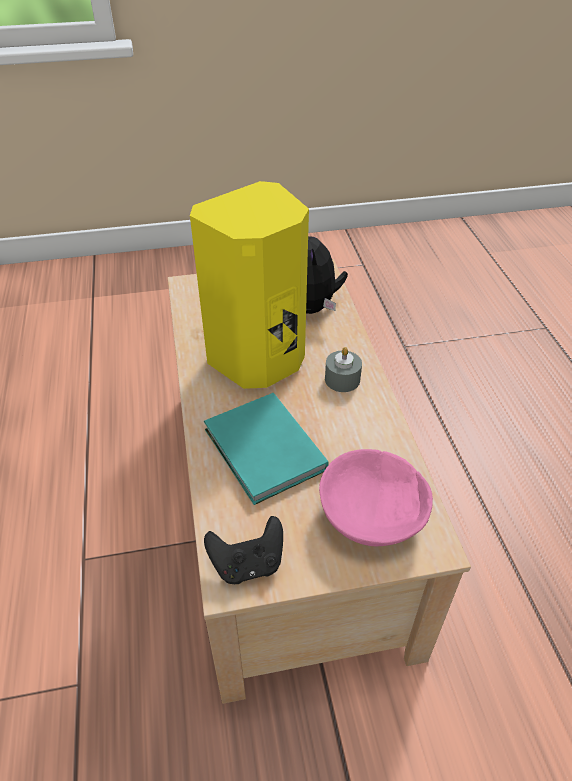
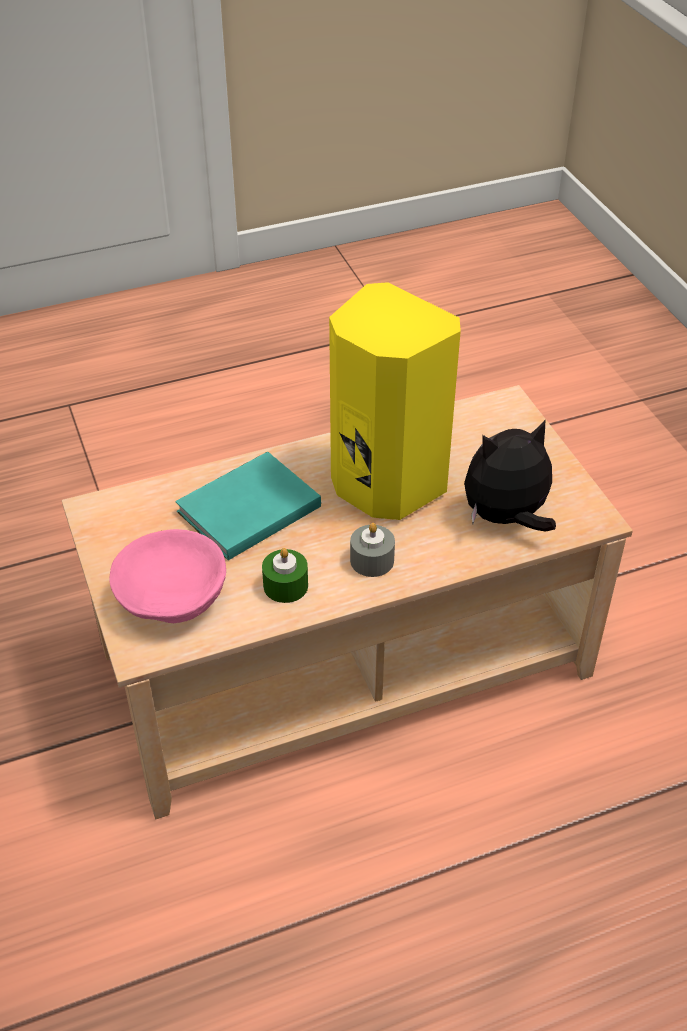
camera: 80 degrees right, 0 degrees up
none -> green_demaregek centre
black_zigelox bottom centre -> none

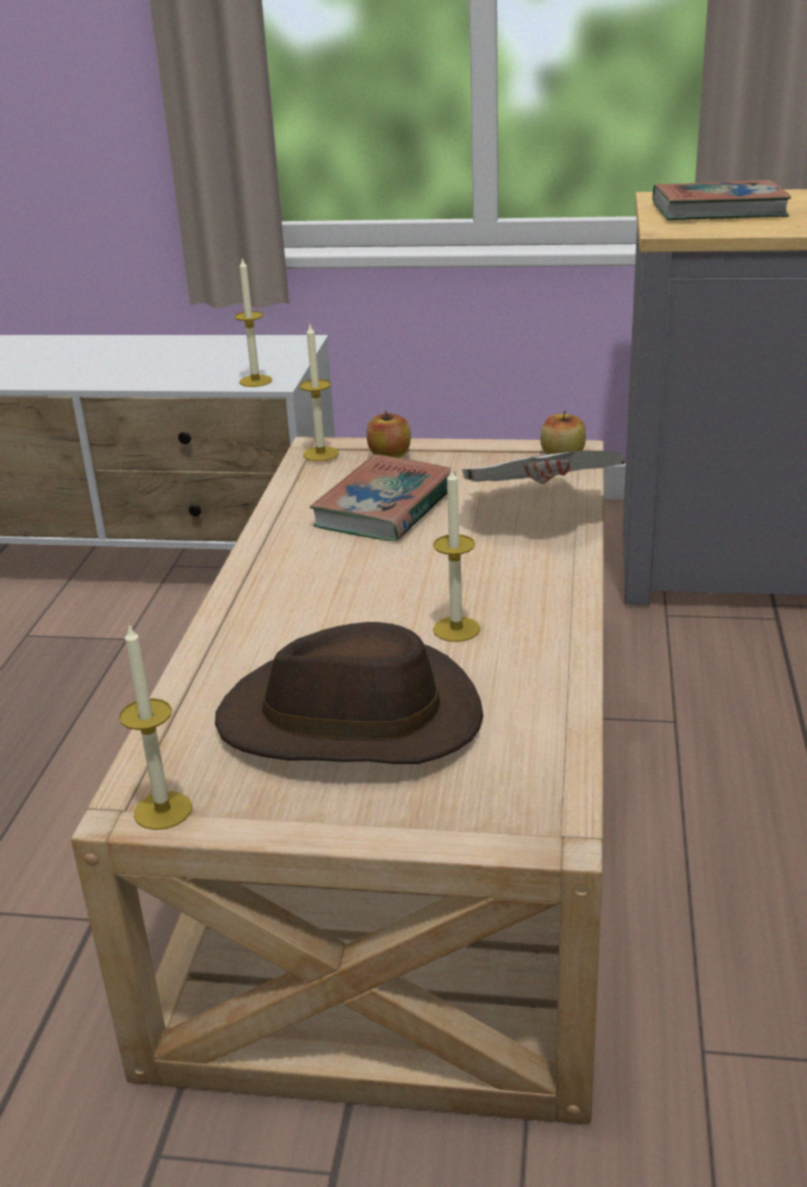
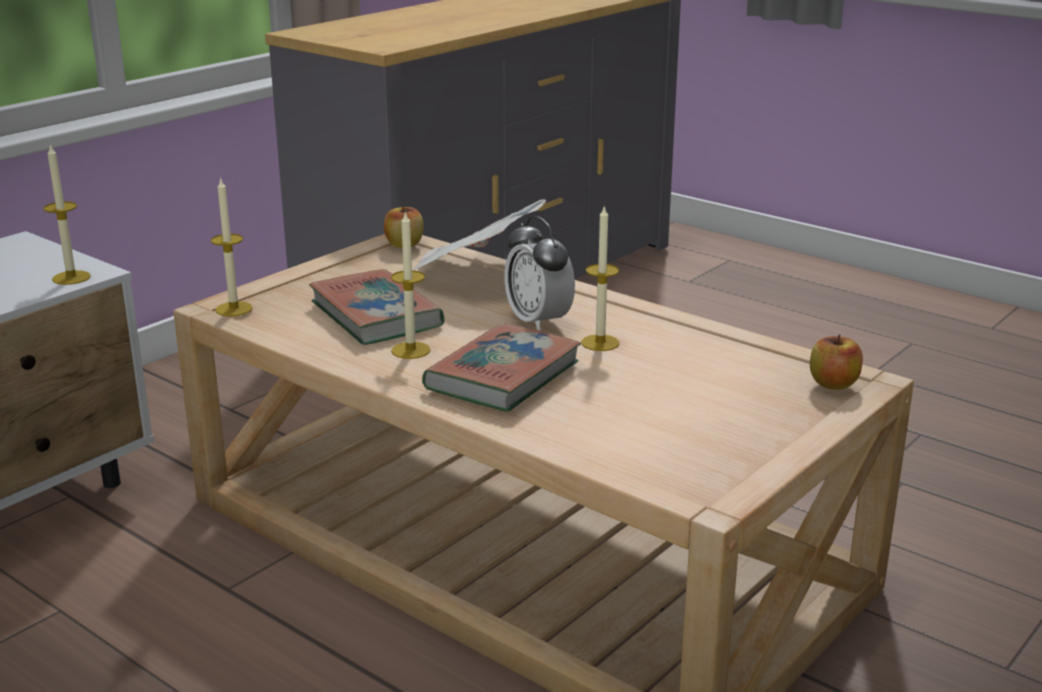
camera: 60 degrees left, 5 degrees down
demaregek (no. 1 from left in the first image) middle left -> demaregek (no. 3 from left) centre, shifted
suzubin (no. 2 from left) top right -> suzubin (no. 2 from left) centre, shifted
none -> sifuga centre
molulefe (no. 1 from left in the first image) centre -> molulefe (no. 2 from left) middle right, shifted
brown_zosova centre -> none

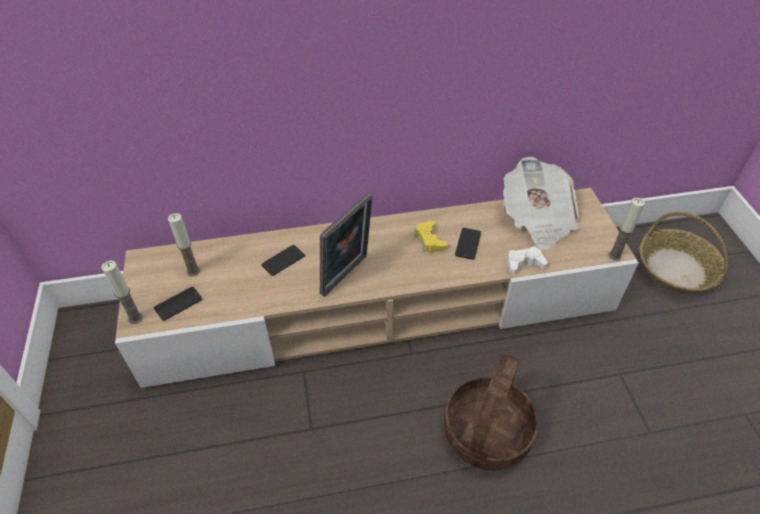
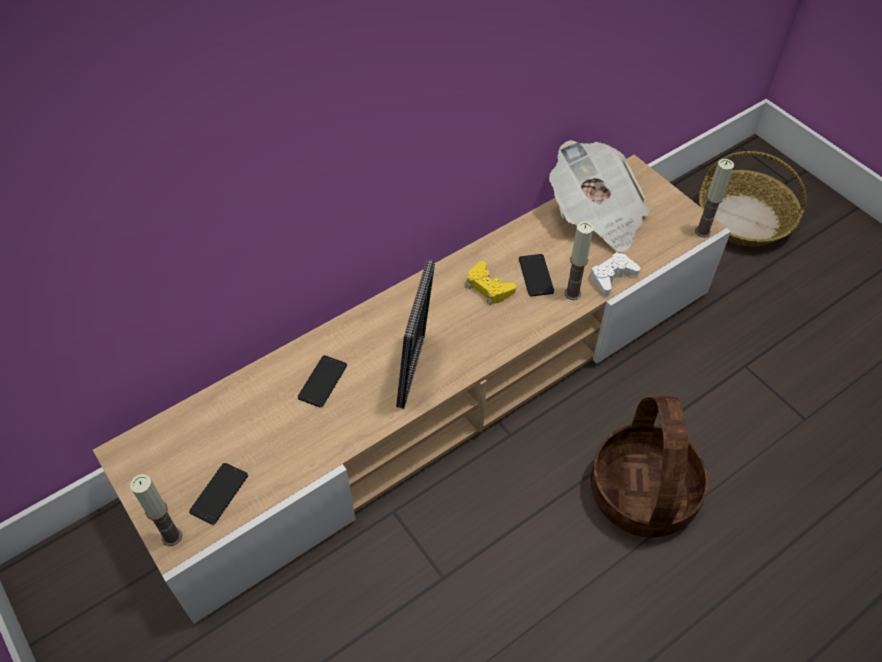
camera: 25 degrees left, 5 degrees up
demaregek (no. 2 from left) middle left -> demaregek (no. 2 from left) centre, shifted

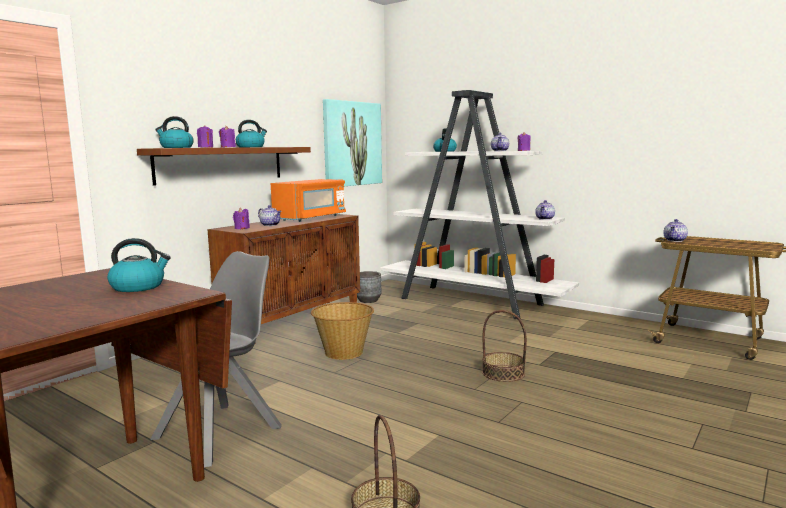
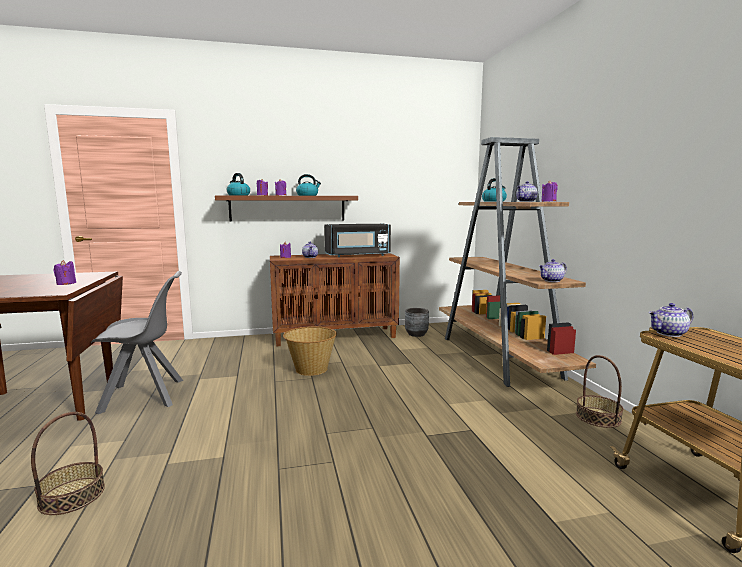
camera: 40 degrees right, 0 degrees up
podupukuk (no. 1 from left) middle left -> purple_demaregek (no. 1 from left) middle left
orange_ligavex centre -> black_ligavex centre
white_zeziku centre -> brown_zeziku middle right
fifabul (no. 3 from left) bottom centre -> fifabul (no. 3 from left) bottom right, shifted
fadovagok top centre -> none

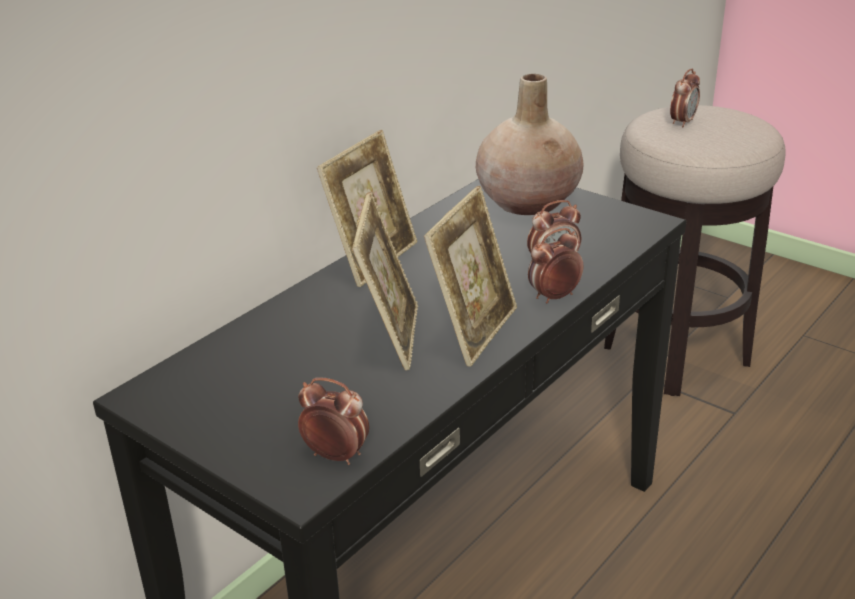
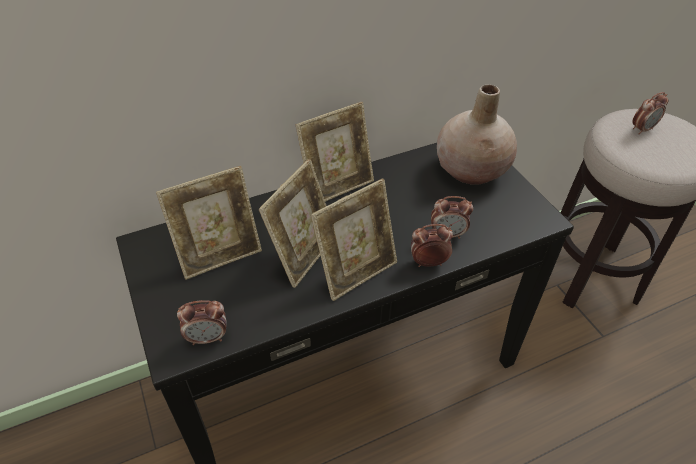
camera: 25 degrees right, 15 degrees up
none -> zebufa (no. 1 from left) middle left
sifuga (no. 1 from left) bottom centre -> sifuga (no. 1 from left) bottom left, 120 degrees clockwise

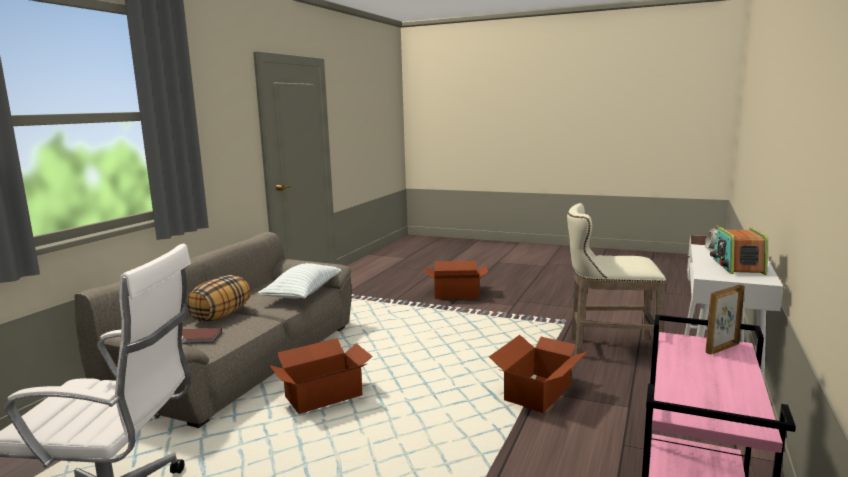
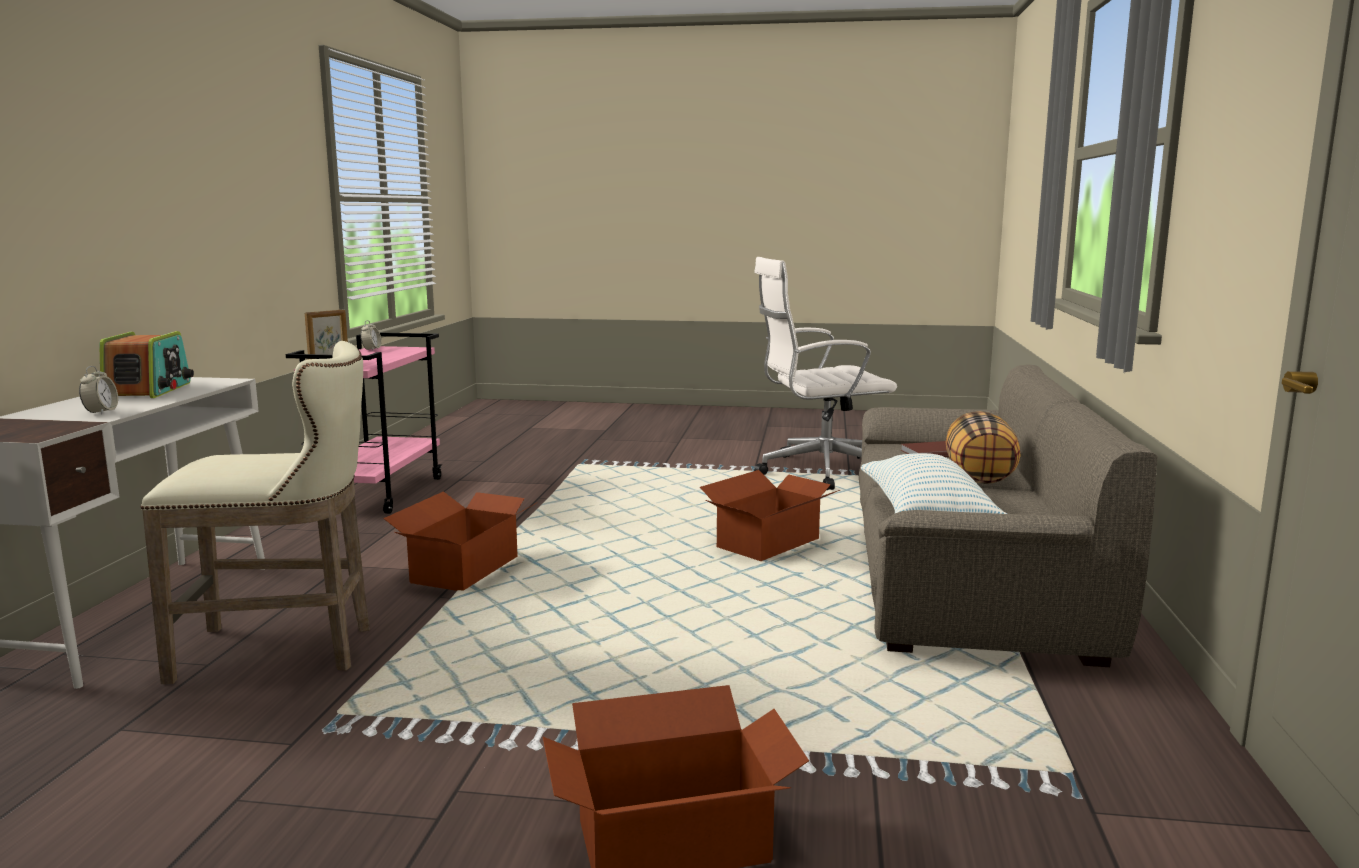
camera: 165 degrees right, 0 degrees up
none -> sifuga (no. 2 from left) middle left

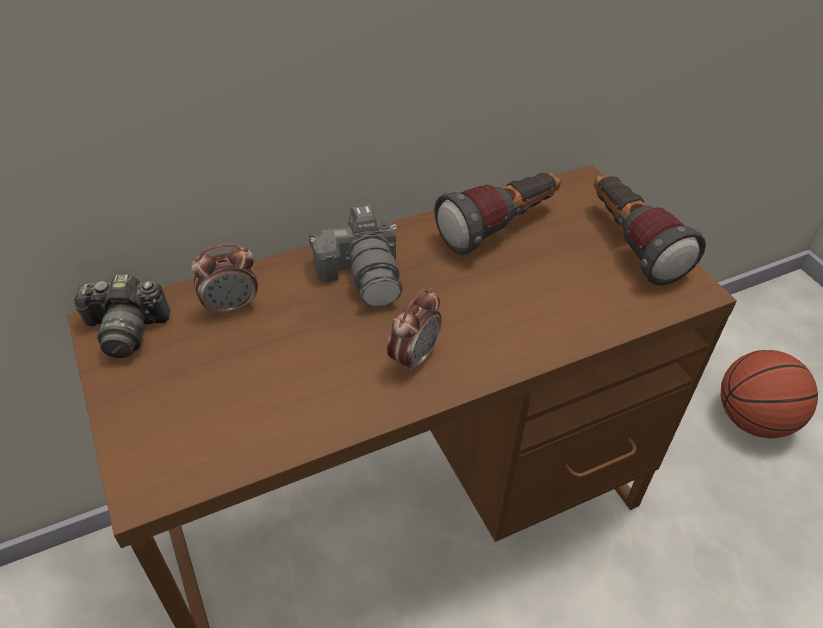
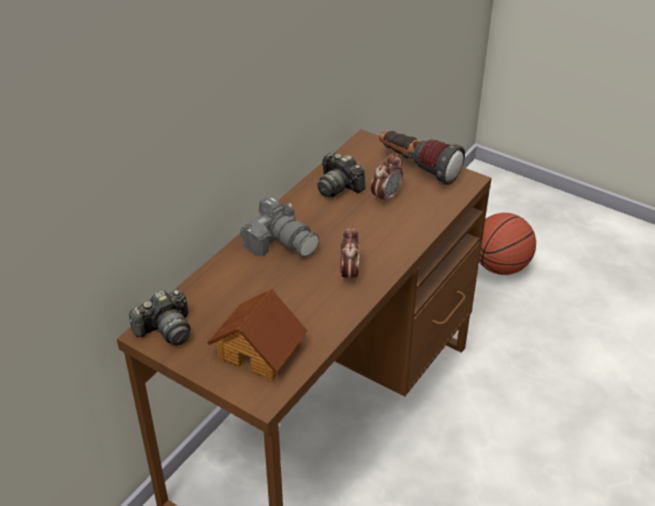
camera: 30 degrees left, 5 degrees down
none -> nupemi centre
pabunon (no. 1 from left) centre -> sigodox (no. 3 from left) centre
sifuga (no. 1 from left in the first image) middle left -> sifuga (no. 2 from left) centre, shifted

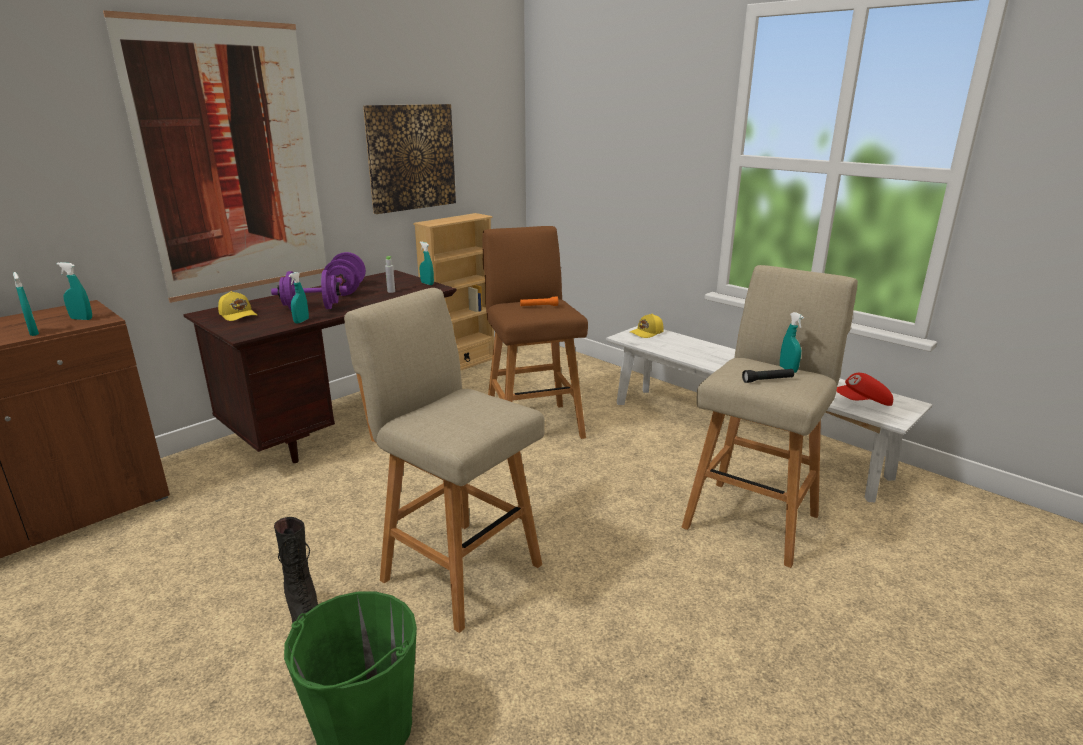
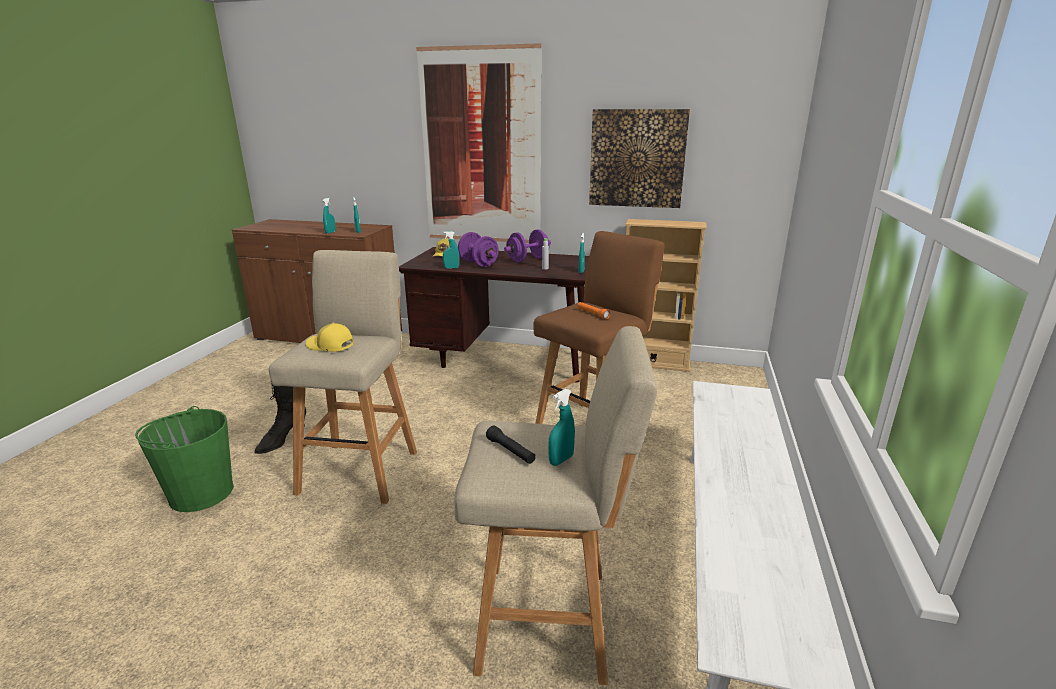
camera: 60 degrees right, 0 degrees up
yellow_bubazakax (no. 2 from left in the first image) centre -> yellow_bubazakax (no. 1 from left) middle left, shifted
red_bubazakax middle right -> none

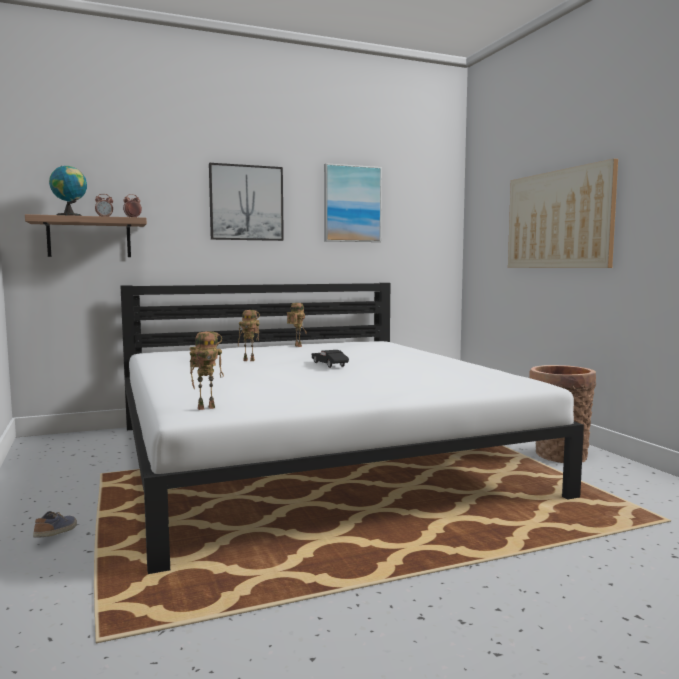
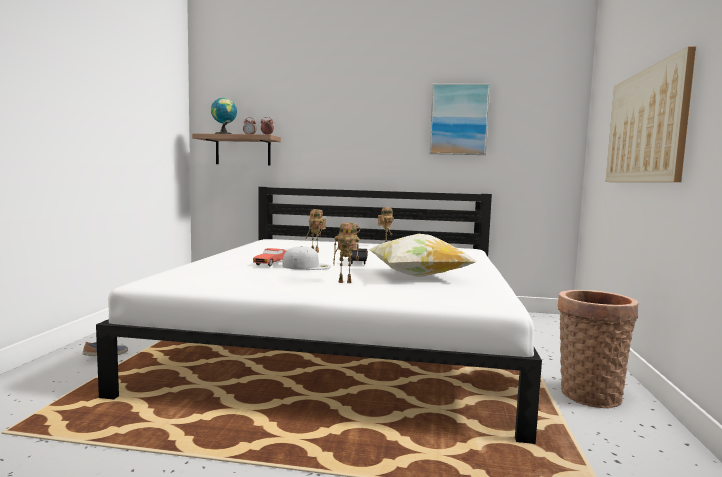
camera: 30 degrees right, 0 degrees up
none -> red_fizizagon centre
none -> white_bubazakax centre
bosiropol (no. 1 from left in the first image) middle left -> bosiropol (no. 2 from left) centre, shifted
none -> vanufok centre
fadovagok (no. 1 from left) top centre -> none

